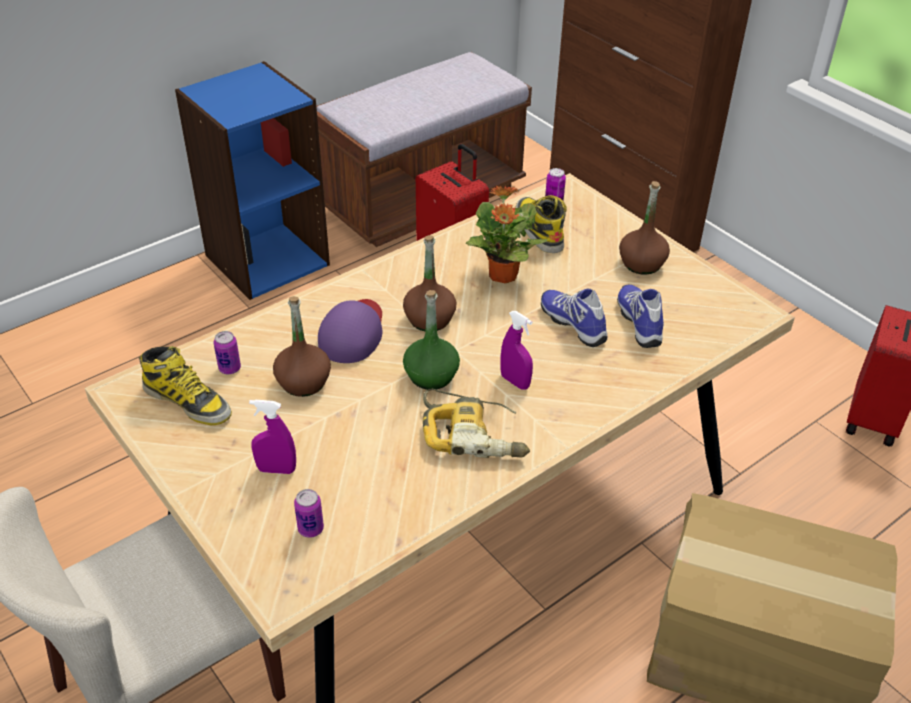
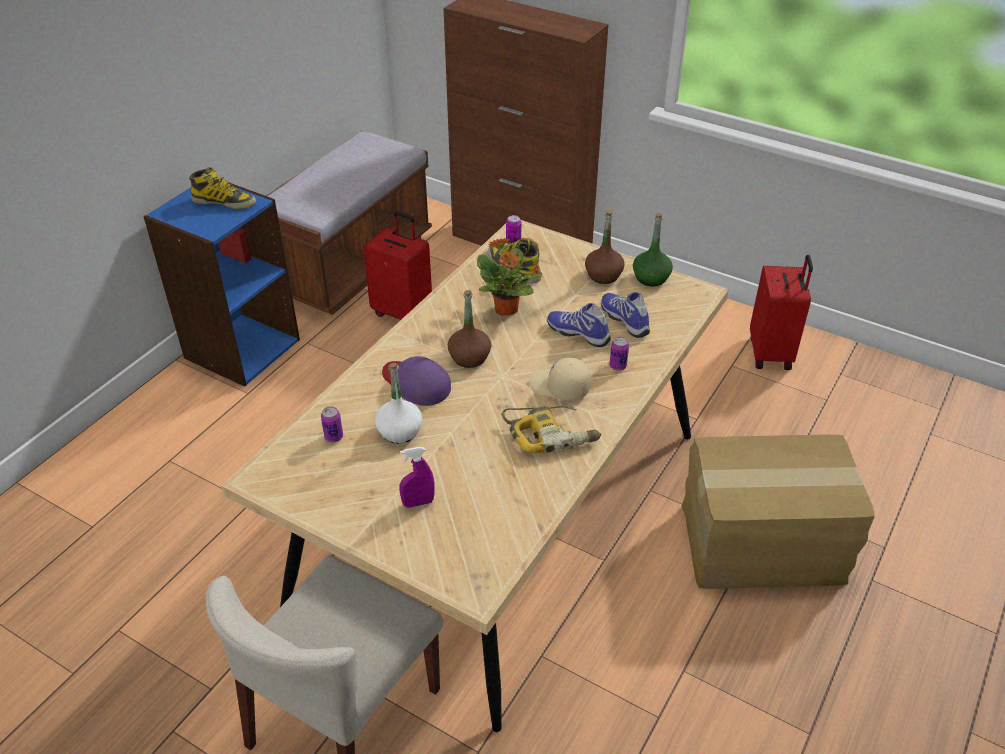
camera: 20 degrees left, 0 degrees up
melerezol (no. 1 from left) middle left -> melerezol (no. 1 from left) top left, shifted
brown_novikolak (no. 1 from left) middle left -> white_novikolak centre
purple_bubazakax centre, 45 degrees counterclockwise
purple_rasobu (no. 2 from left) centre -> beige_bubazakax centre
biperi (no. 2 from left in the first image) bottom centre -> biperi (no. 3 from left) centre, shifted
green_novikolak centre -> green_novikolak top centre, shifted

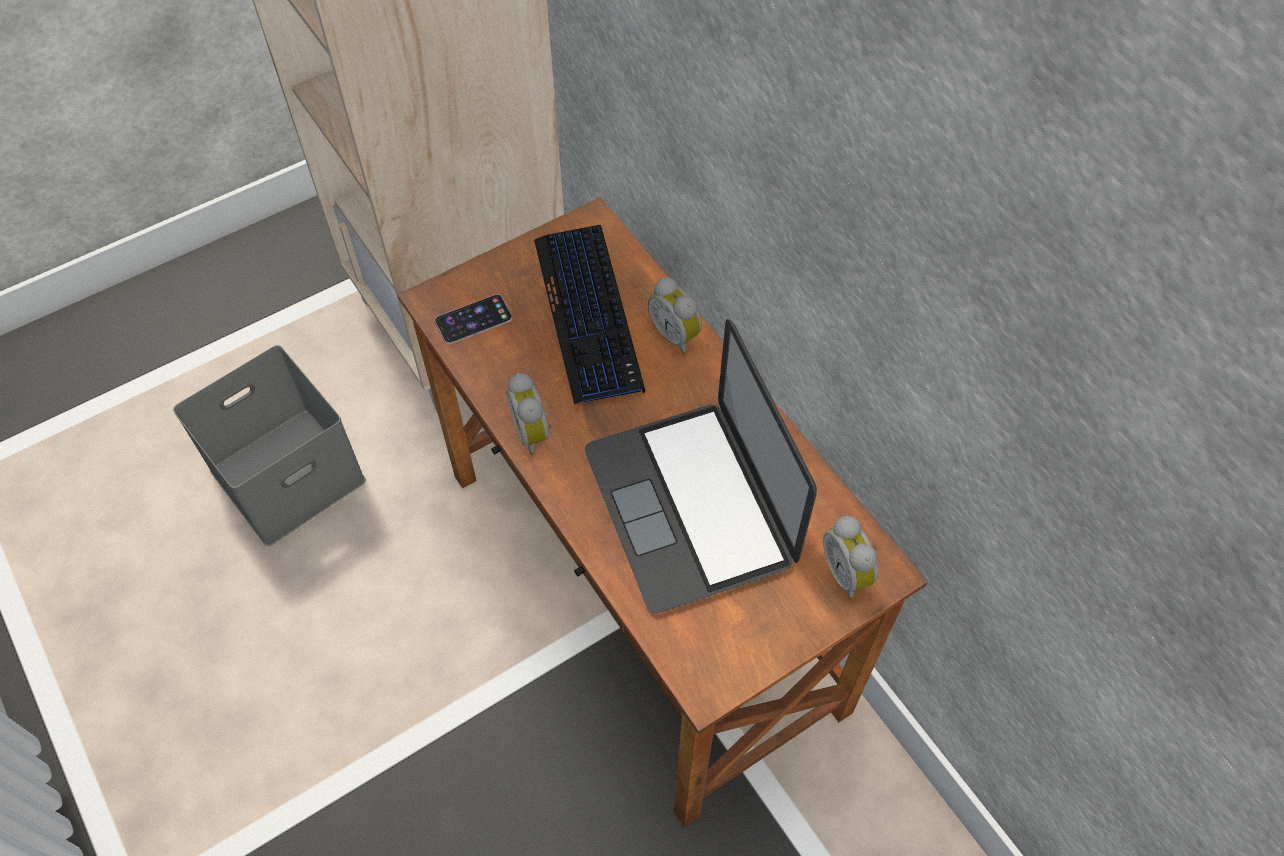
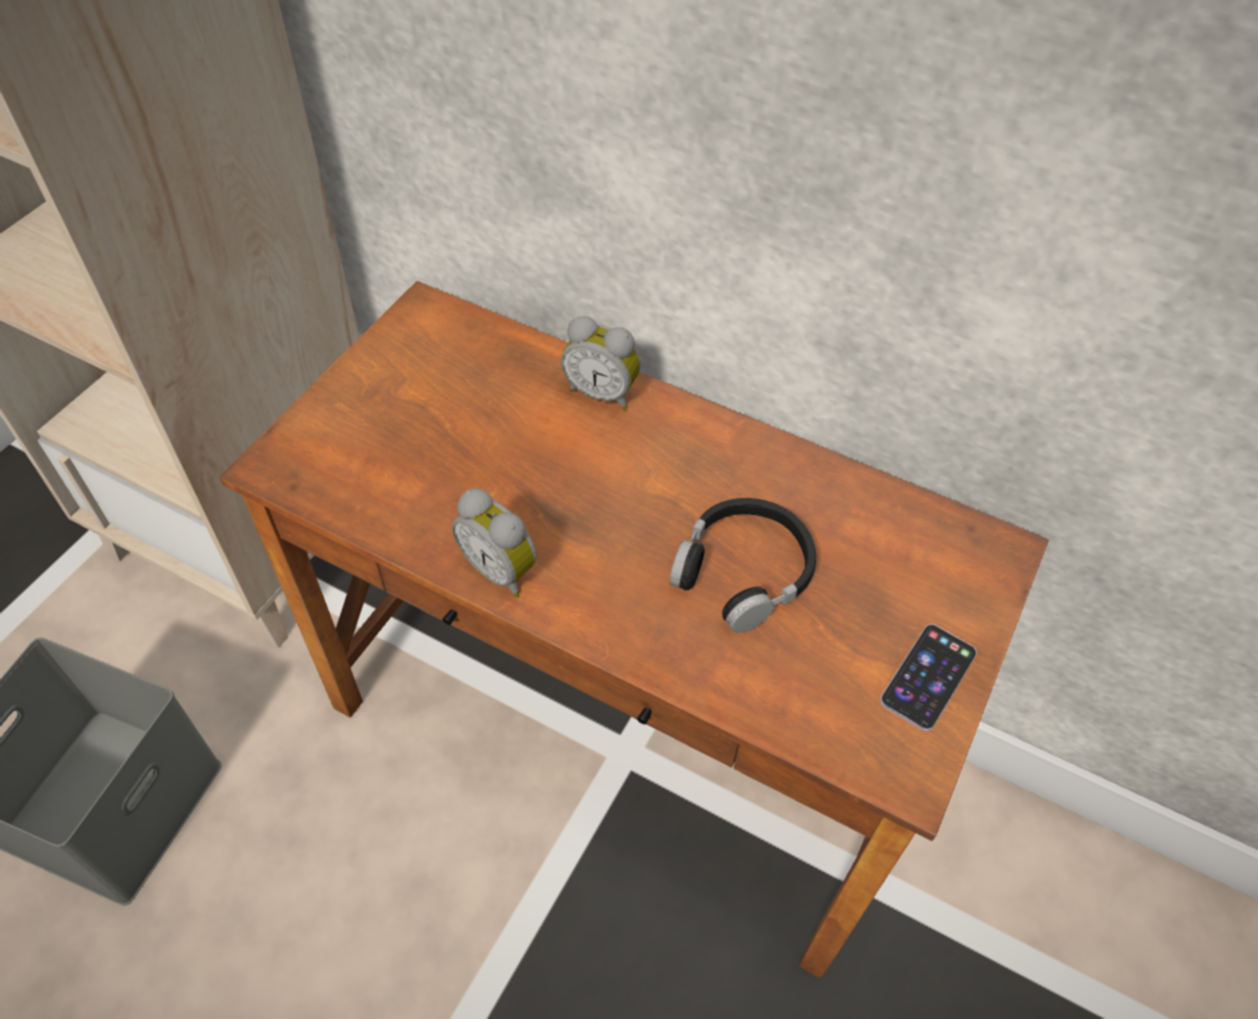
camera: 30 degrees left, 5 degrees down
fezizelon centre -> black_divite centre
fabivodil centre -> fabivodil middle right, shifted
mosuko centre -> none
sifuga (no. 3 from left) centre -> none

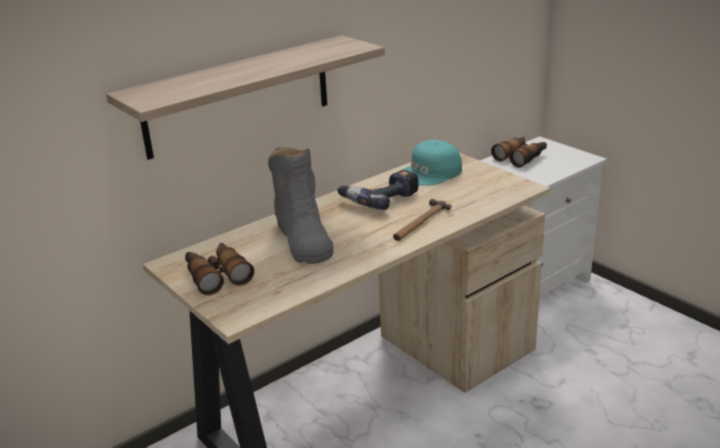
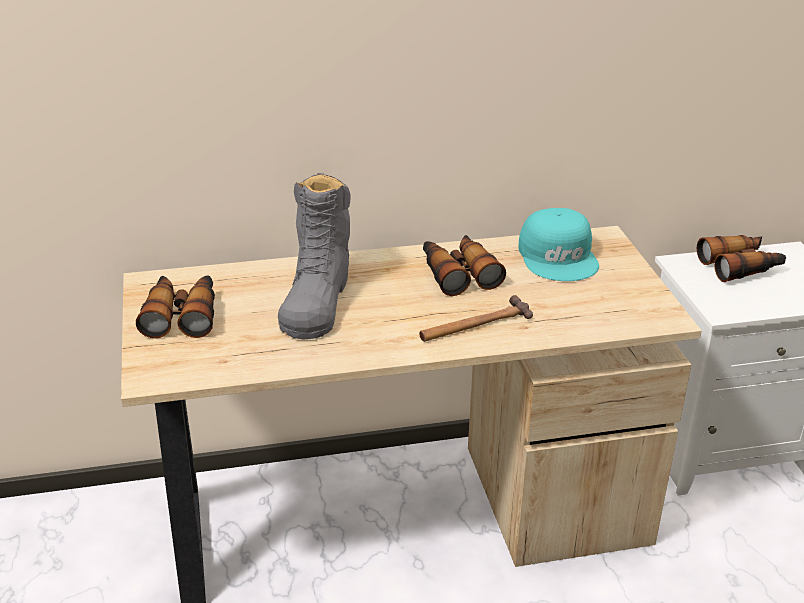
camera: 25 degrees right, 5 degrees up
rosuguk centre -> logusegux (no. 2 from left) centre
turquoise_bubazakax centre -> turquoise_bubazakax middle right, 90 degrees counterclockwise
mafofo top centre -> none

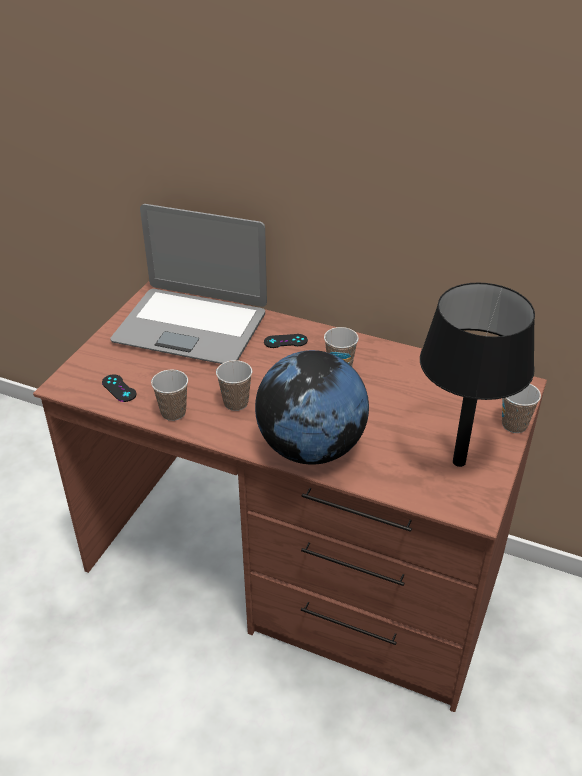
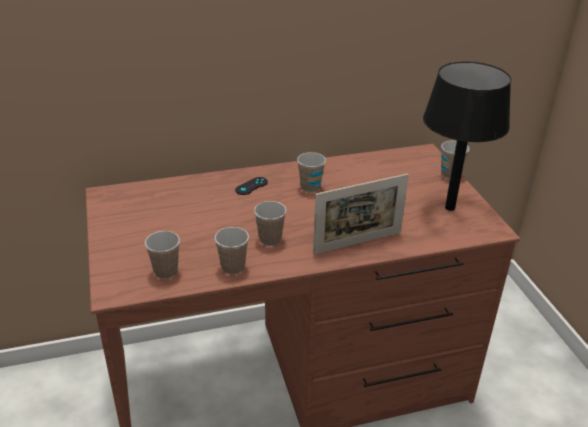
camera: 40 degrees left, 5 degrees down
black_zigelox (no. 1 from left) middle left -> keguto (no. 1 from left) middle left
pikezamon centre -> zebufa centre
fezizelon middle left -> none

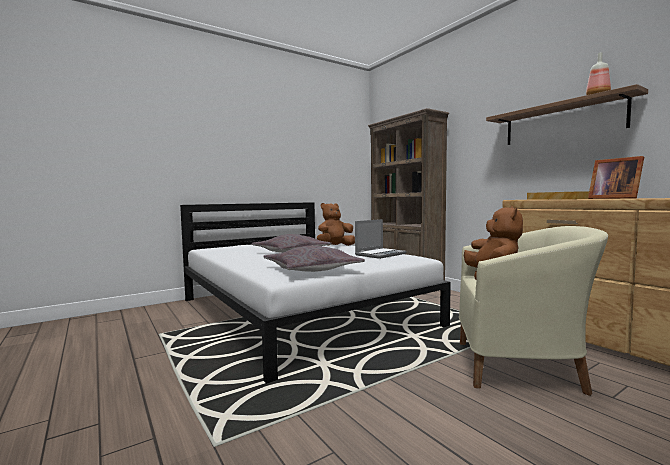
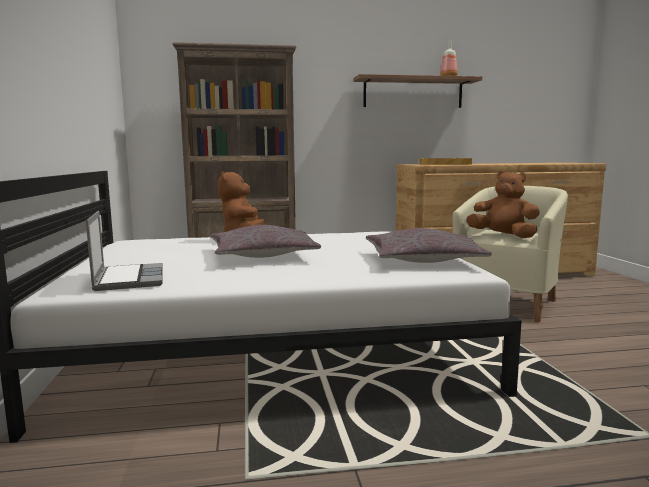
camera: 65 degrees left, 5 degrees up
fezizelon centre -> fezizelon middle left, shifted
zebufa middle right -> none

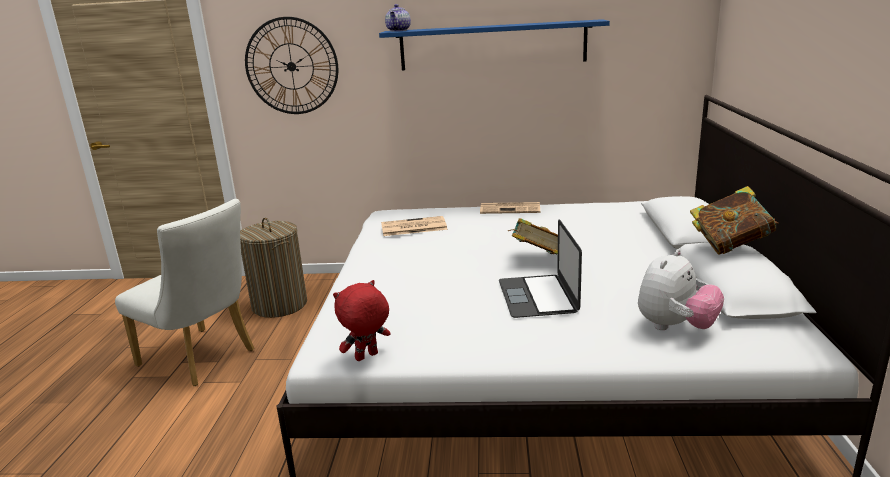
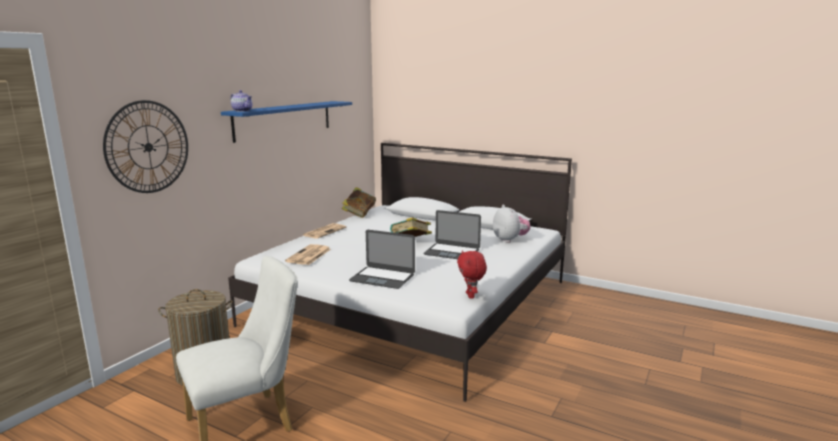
camera: 65 degrees left, 5 degrees down
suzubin (no. 2 from left in the first image) middle right -> suzubin (no. 1 from left) centre, shifted
none -> fezizelon (no. 1 from left) centre

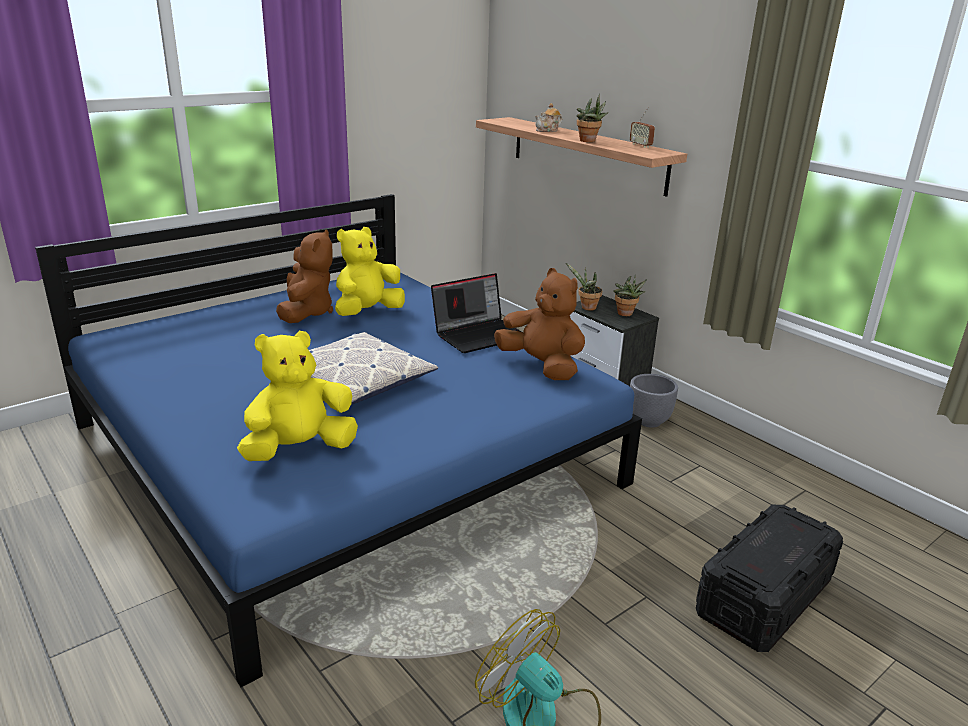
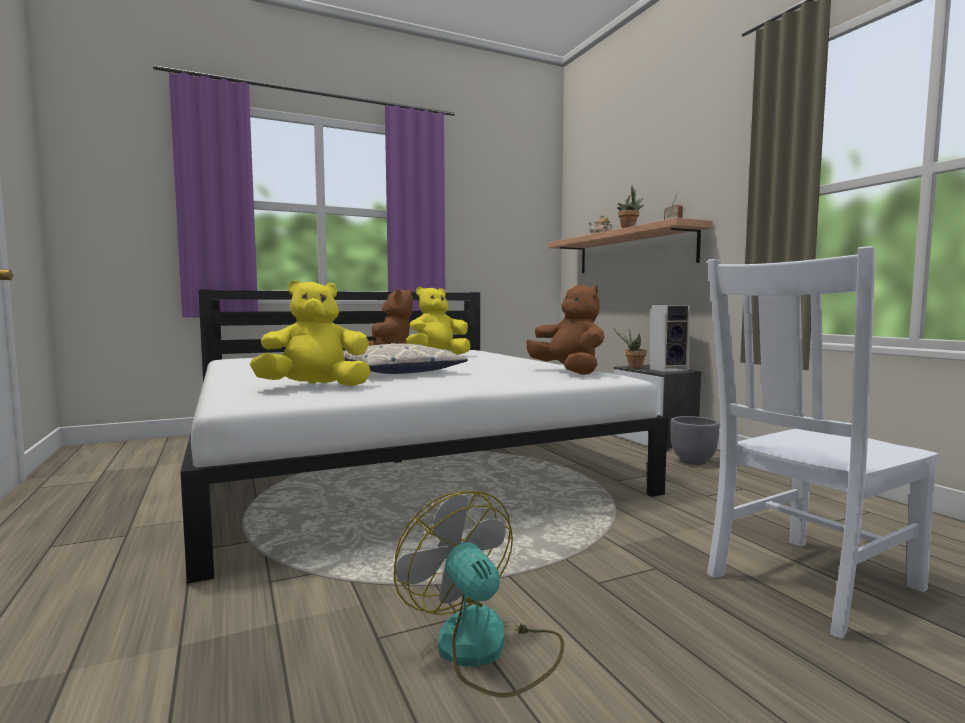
camera: 15 degrees right, 20 degrees down
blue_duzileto centre -> white_duzileto centre
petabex (no. 3 from left) centre -> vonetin middle right
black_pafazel bottom right -> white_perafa middle right
fezizelon centre -> none

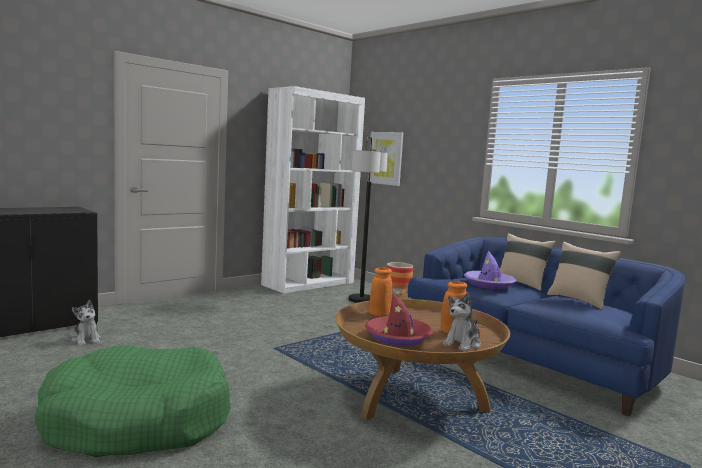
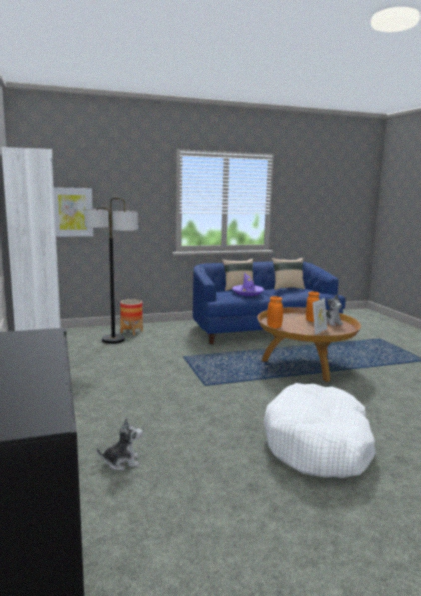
camera: 65 degrees left, 5 degrees up
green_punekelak bottom left -> white_punekelak bottom right
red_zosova bottom centre -> zebufa middle right

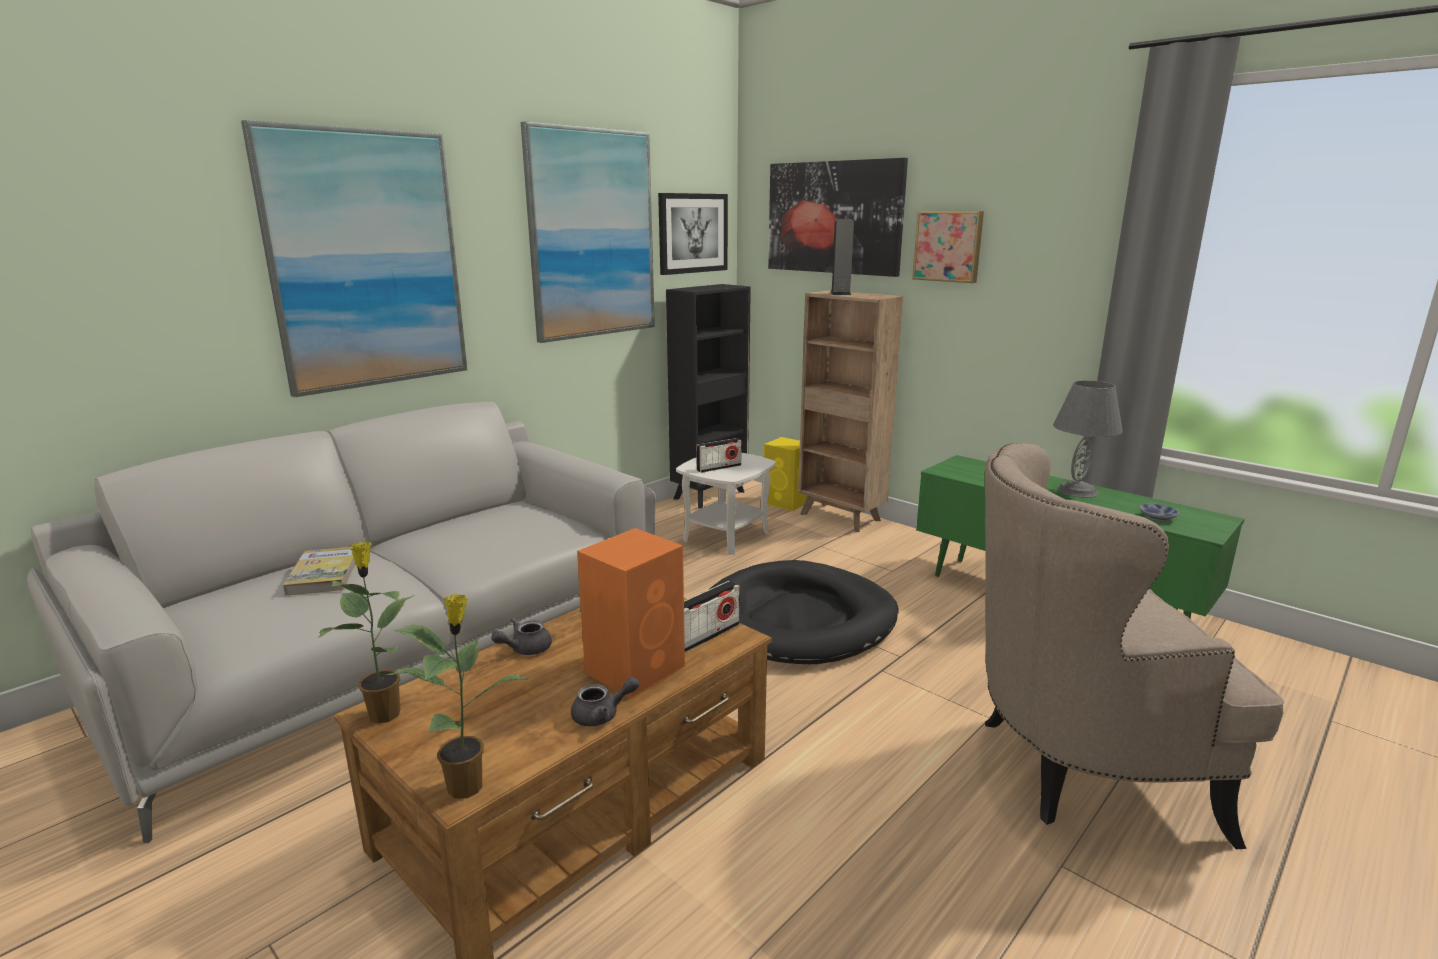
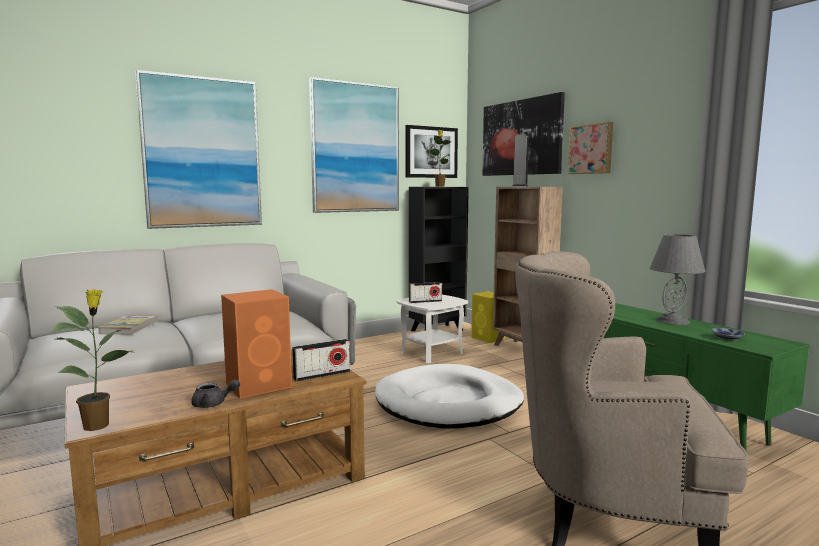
camera: 15 degrees right, 10 degrees down
black_punekelak centre -> white_punekelak bottom centre
petabex (no. 1 from left in the first image) middle left -> petabex (no. 2 from left) top centre, shifted
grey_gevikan (no. 1 from left) centre -> none

